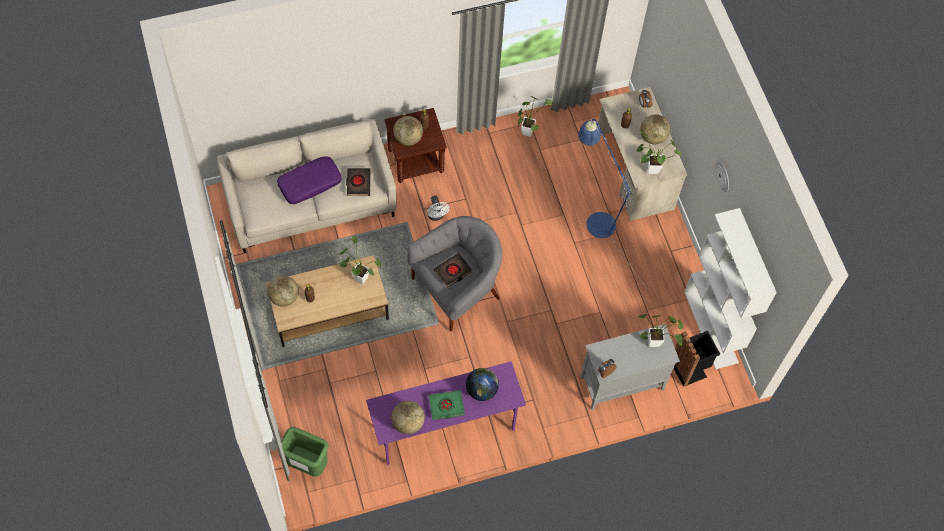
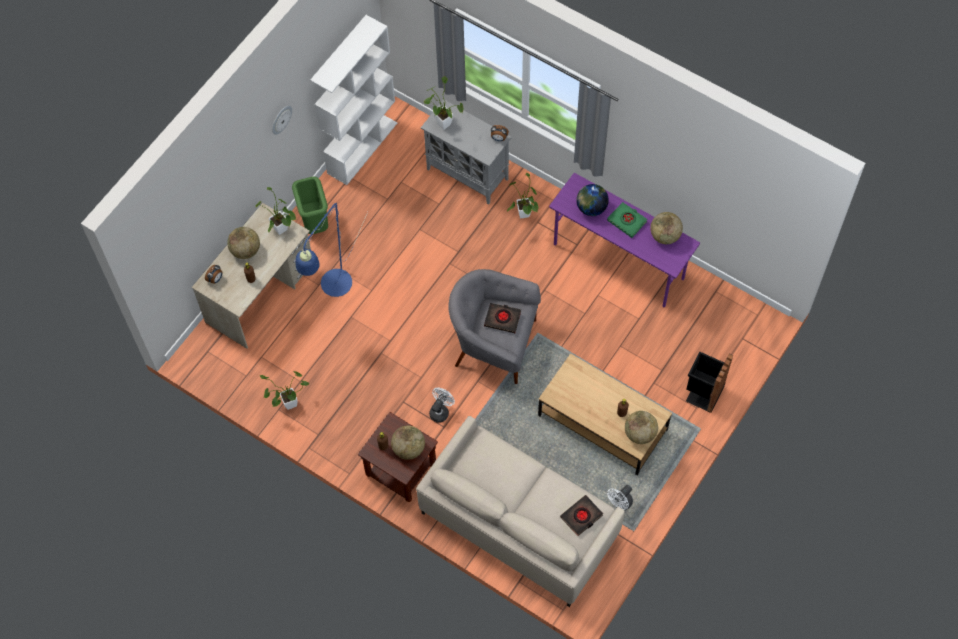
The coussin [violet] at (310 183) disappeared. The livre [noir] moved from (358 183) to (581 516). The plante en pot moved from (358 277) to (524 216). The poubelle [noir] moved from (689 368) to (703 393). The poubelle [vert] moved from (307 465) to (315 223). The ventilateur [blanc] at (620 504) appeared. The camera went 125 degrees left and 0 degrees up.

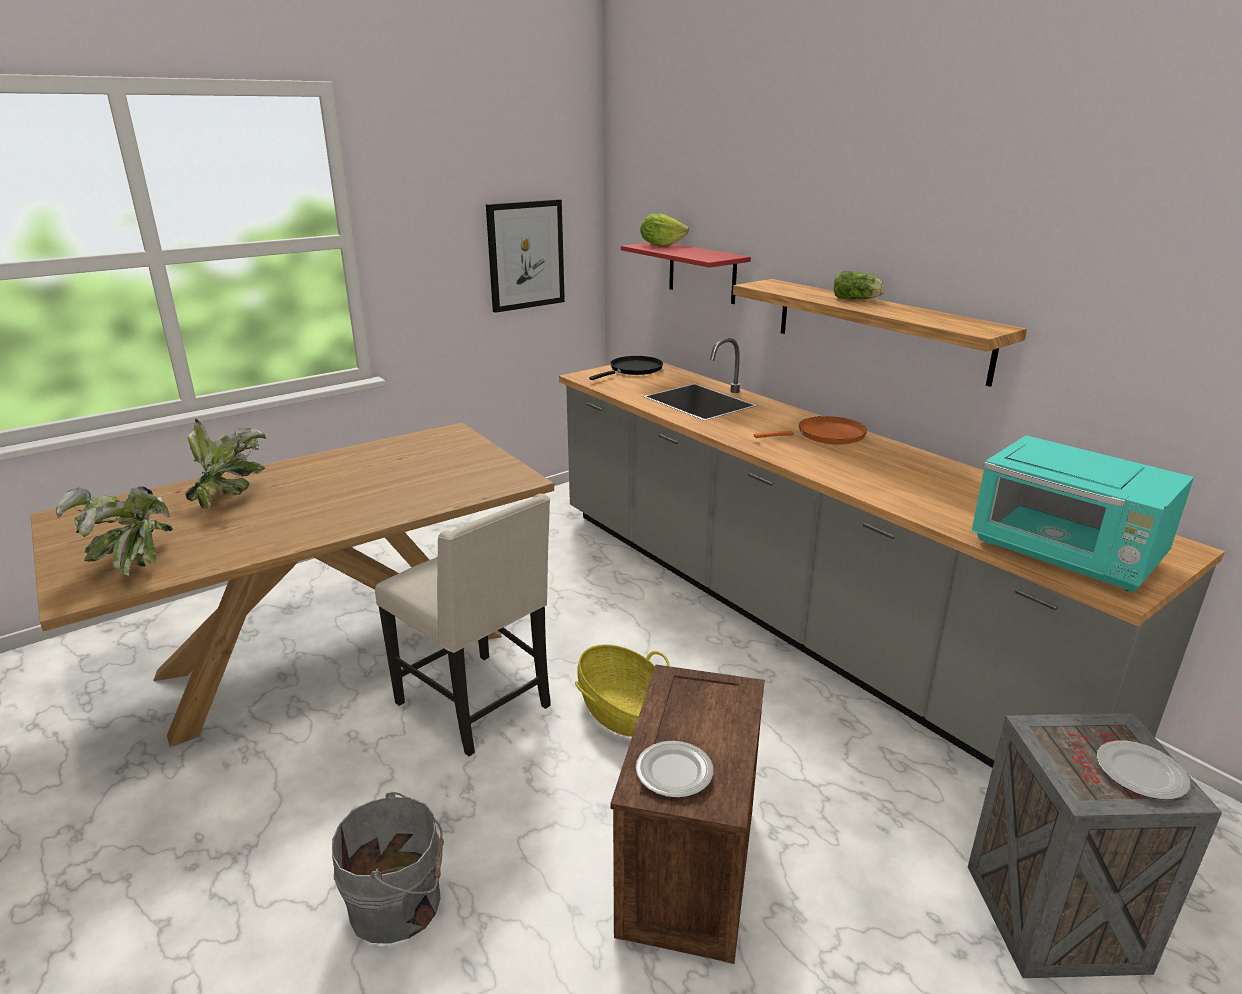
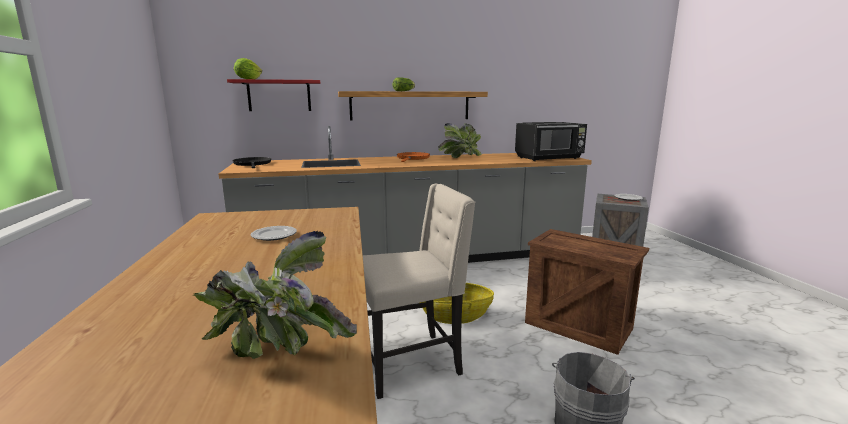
The tableau at (525 255) disappeared. The plante en pot moved from (231 496) to (460 157). The micro-ondes [turquoise] at (1066 555) became the micro-ondes [noir] at (549 158). The assiette moved from (675 772) to (274 235). The camera went 65 degrees left and 10 degrees down.

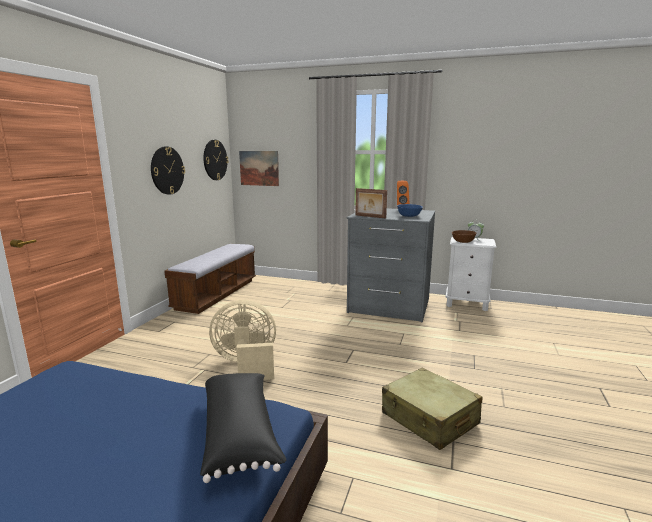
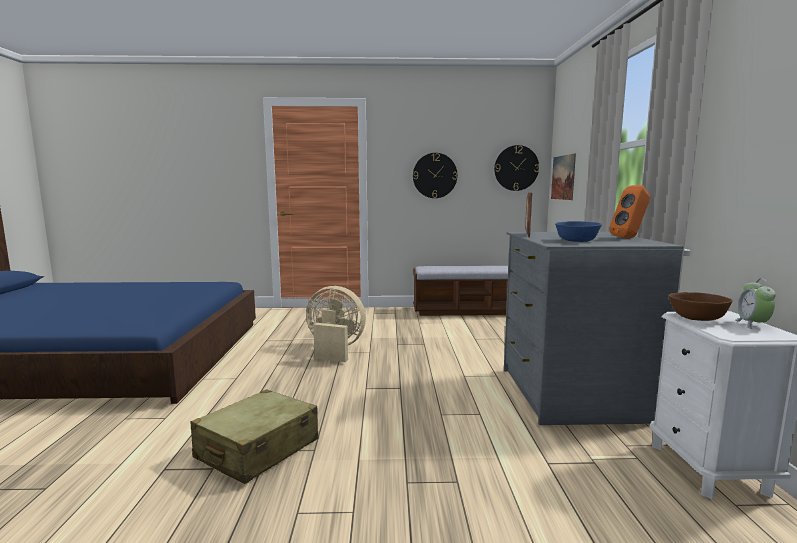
The ventilateur [beige] at (246 365) turned 45 degrees counterclockwise. The coussin [noir] at (240 434) disappeared. The camera went 70 degrees right and 5 degrees down.

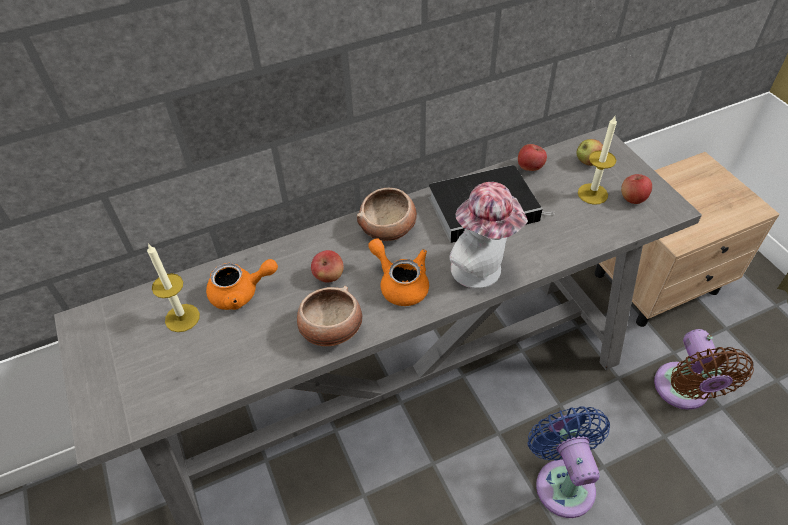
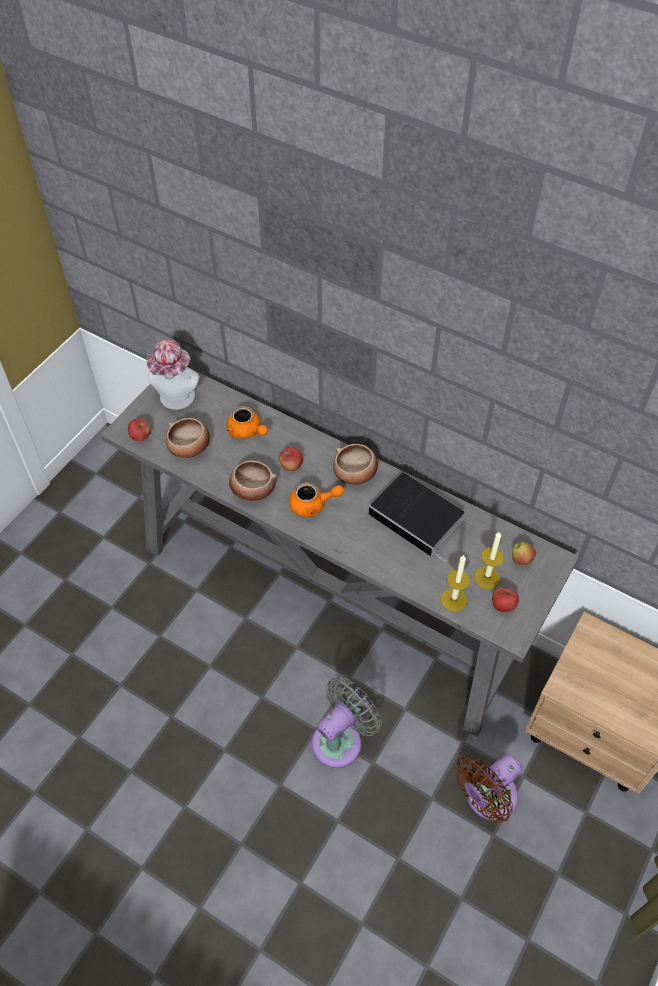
The pomme moved from (530 167) to (140 436). The chapeau moved from (482 272) to (176 400). The théière [orange] at (400 283) turned 75 degrees clockwise. The bougie moved from (182 318) to (453 600). The ventilateur [bleu] at (563 481) became the ventilateur [gris] at (341 739). The bol at (189 448) appeared. The camera went 55 degrees right and 5 degrees up.

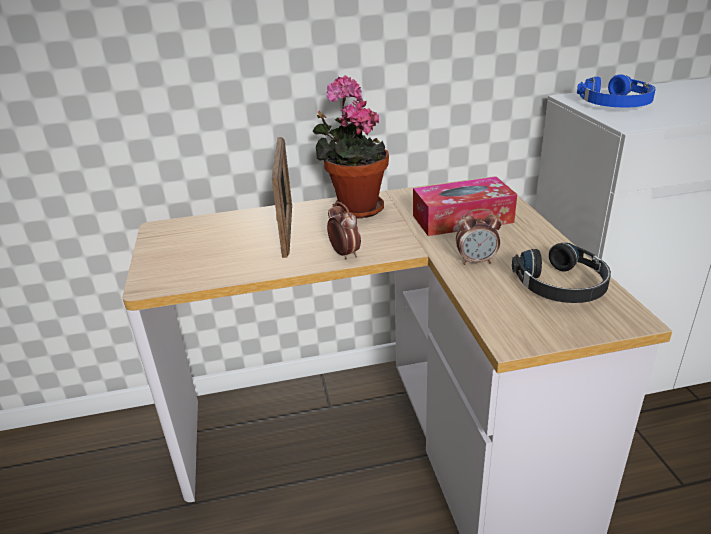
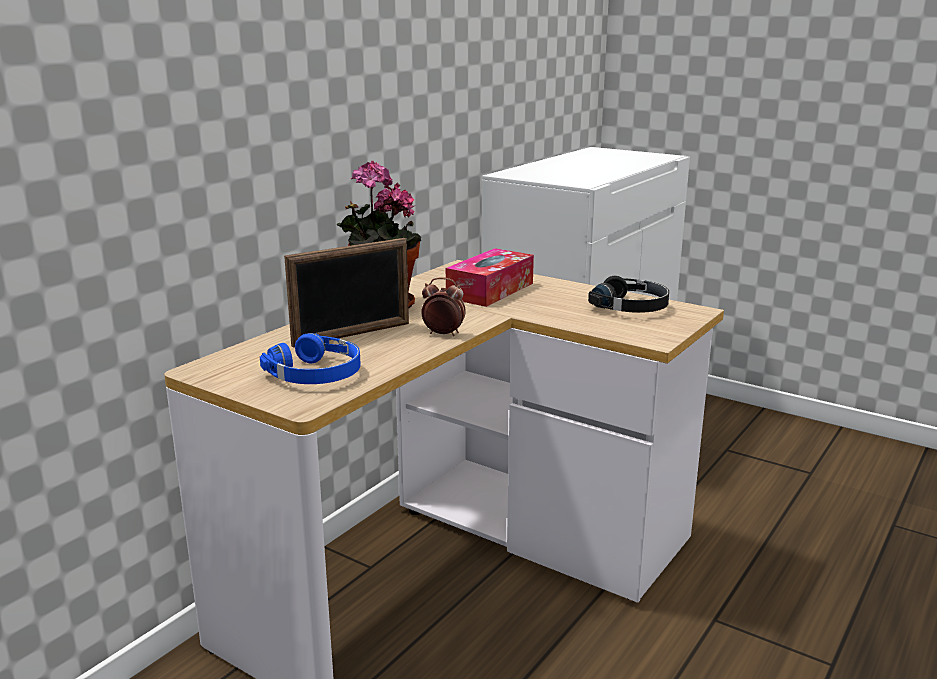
The casque audio [bleu] moved from (616 104) to (316 374). The cadre photo at (287 230) turned 105 degrees clockwise. The réveil at (476 261) disappeared. The camera went 45 degrees left and 10 degrees down.

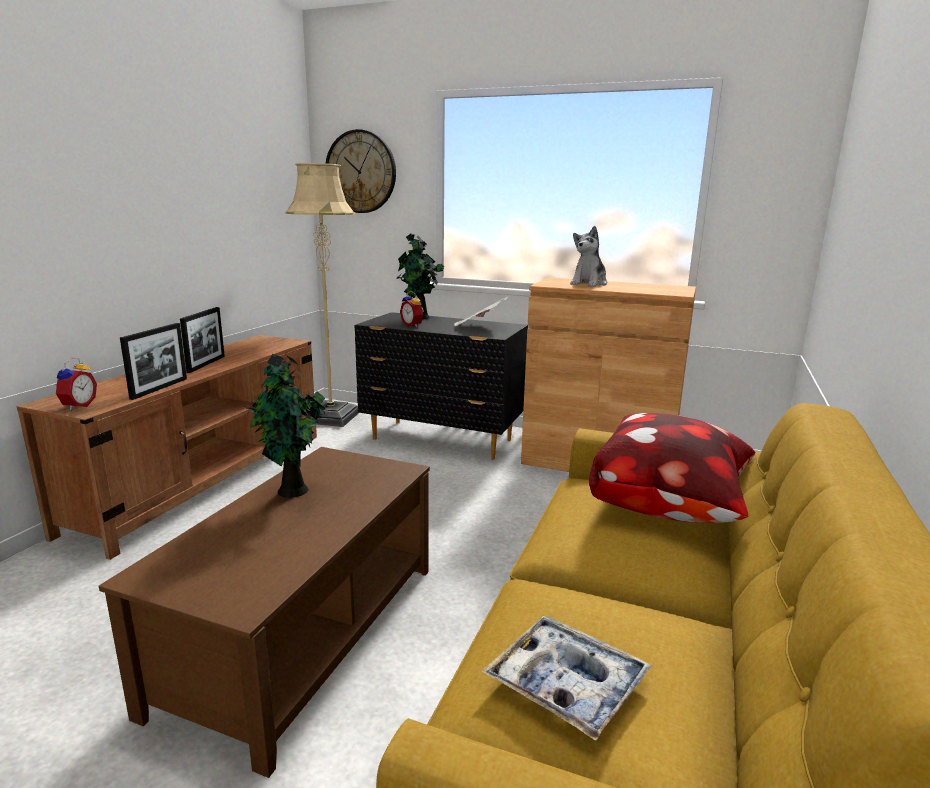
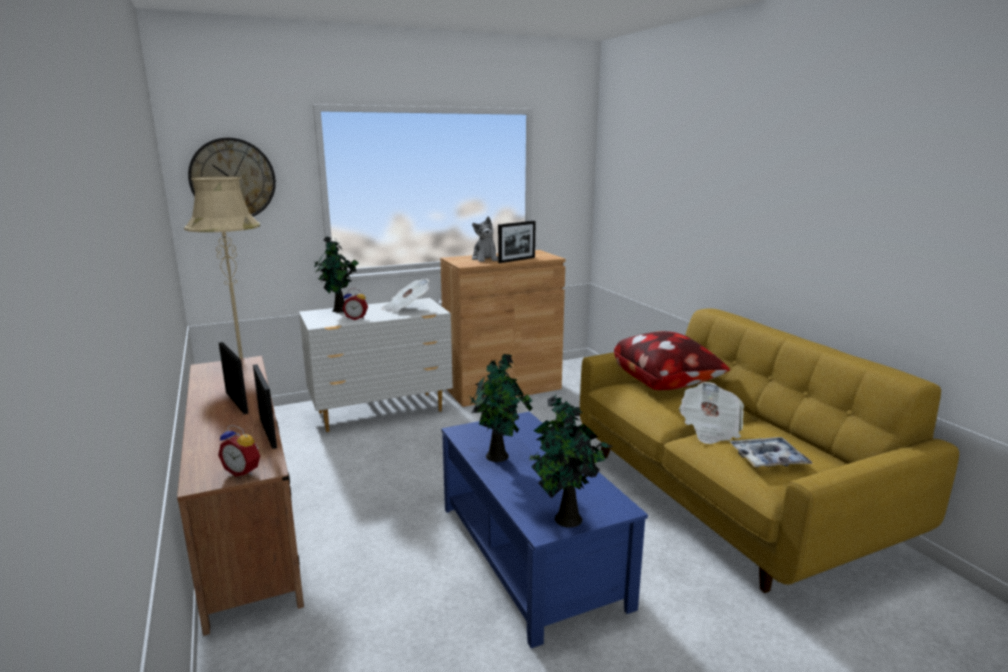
The commode [noir] at (442 440) became the commode [blanc] at (382 412). The réveil at (77 406) turned 150 degrees clockwise. The table basse [marron] at (305 635) became the table basse [bleu] at (531 554). The cadre photo at (516 260) appeared. The journal at (709 429) appeared. The plante en pot at (565 519) appeared. The camera went 45 degrees left and 0 degrees up.

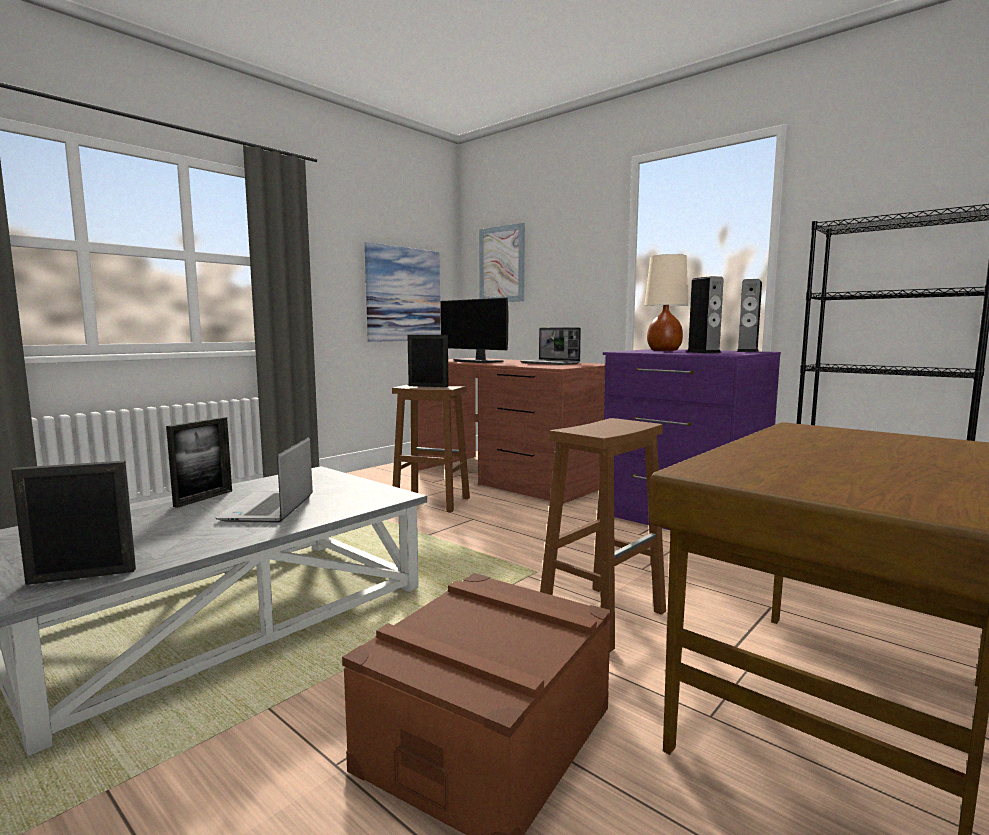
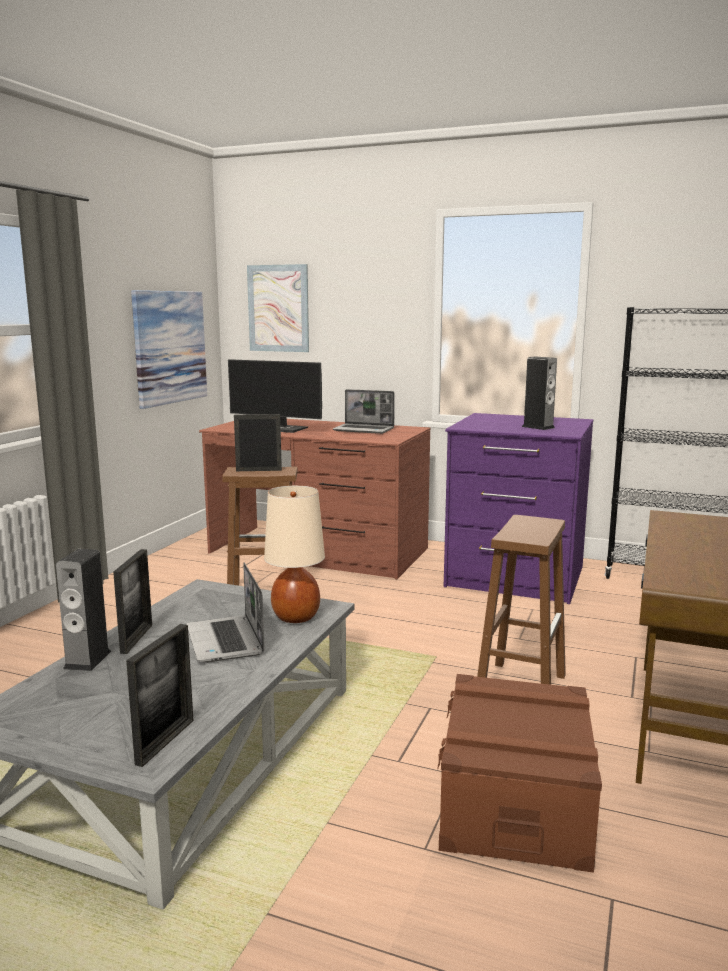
The lampe de table [beige] moved from (664 351) to (296 617). The enceinte moved from (747 351) to (87 660). The cadre photo at (82 576) turned 150 degrees clockwise. The camera went 20 degrees left and 5 degrees up.

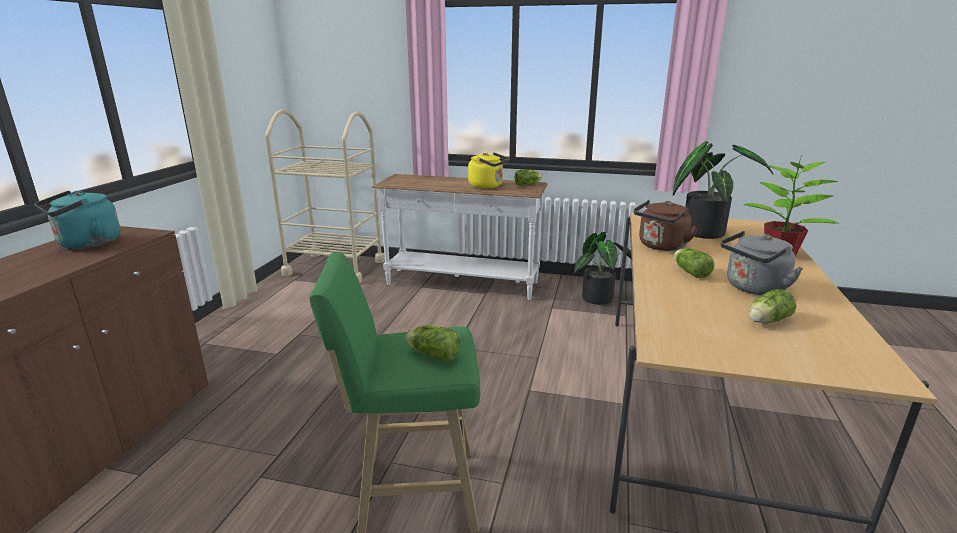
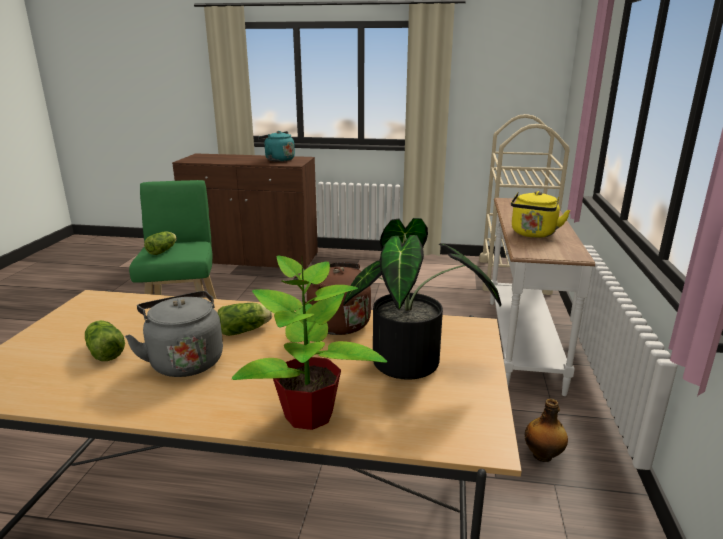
The laitue at (528 184) disappeared. The plante en pot at (601 299) was replaced by the bouteille at (543 455). The camera went 85 degrees right and 0 degrees up.

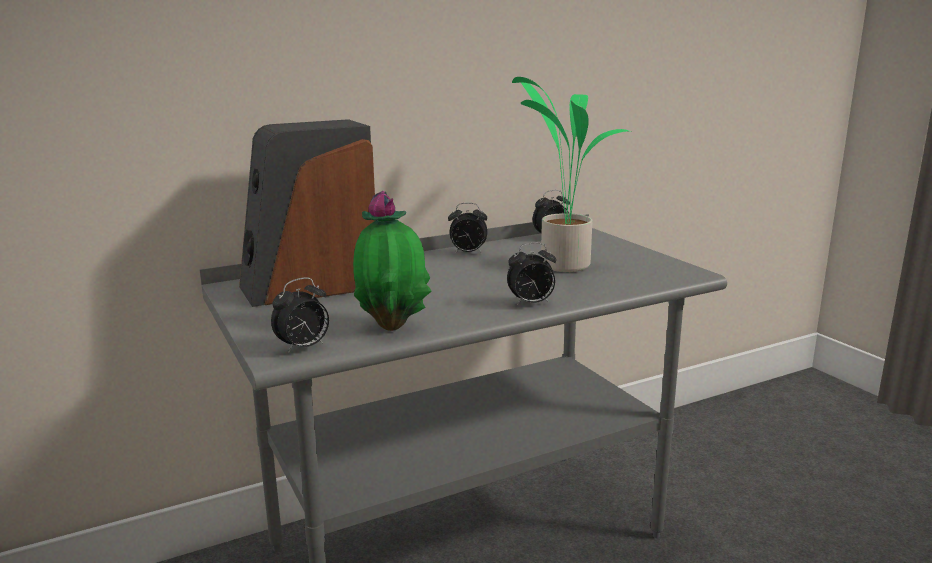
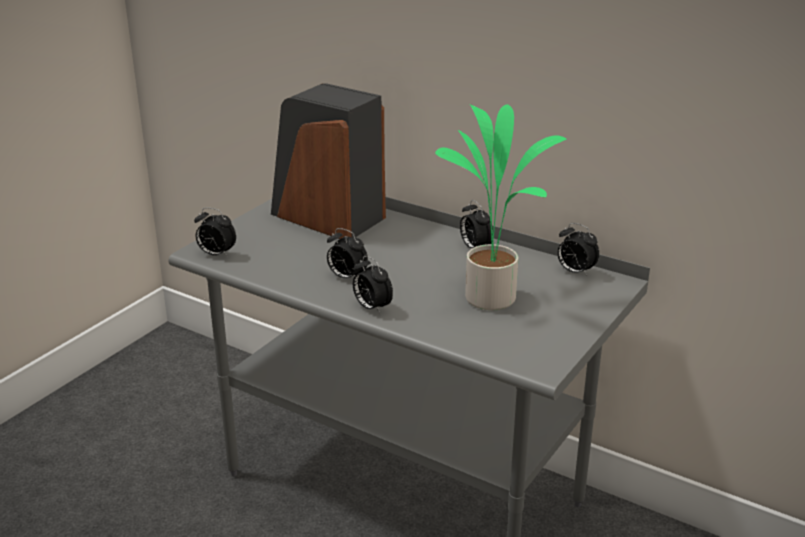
The plante en pot at (393 326) disappeared. The réveil at (346 277) appeared. The camera went 60 degrees right and 10 degrees up.

